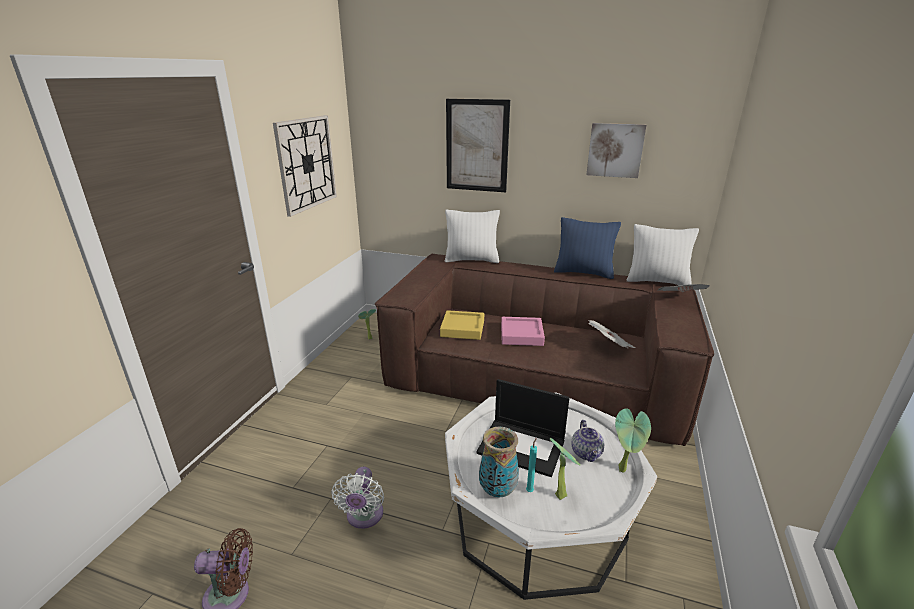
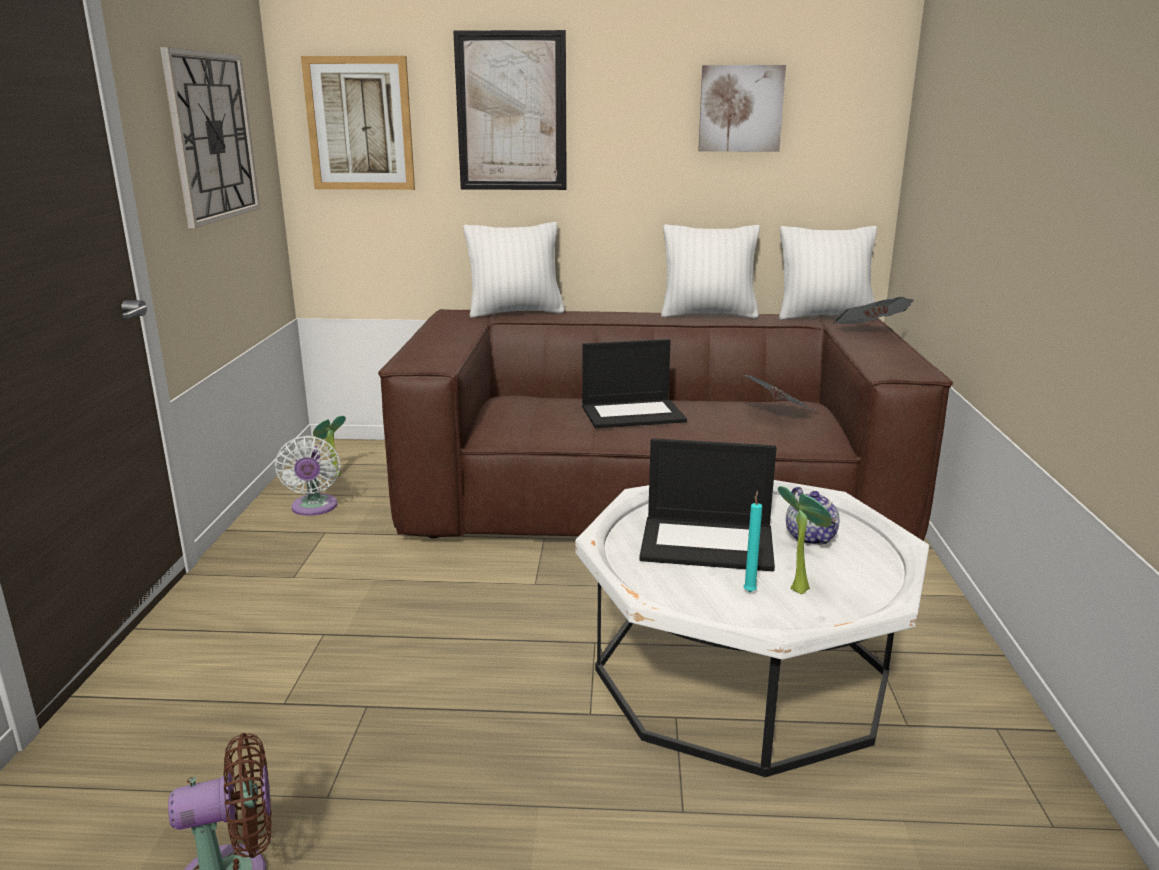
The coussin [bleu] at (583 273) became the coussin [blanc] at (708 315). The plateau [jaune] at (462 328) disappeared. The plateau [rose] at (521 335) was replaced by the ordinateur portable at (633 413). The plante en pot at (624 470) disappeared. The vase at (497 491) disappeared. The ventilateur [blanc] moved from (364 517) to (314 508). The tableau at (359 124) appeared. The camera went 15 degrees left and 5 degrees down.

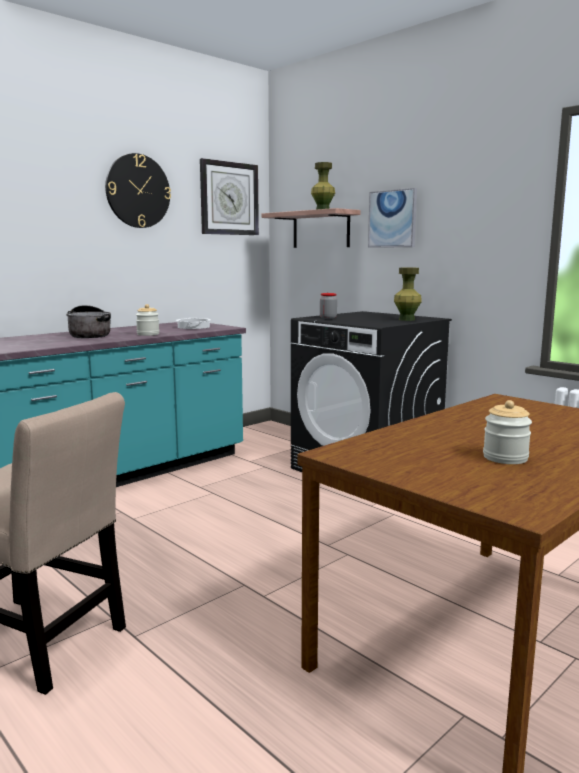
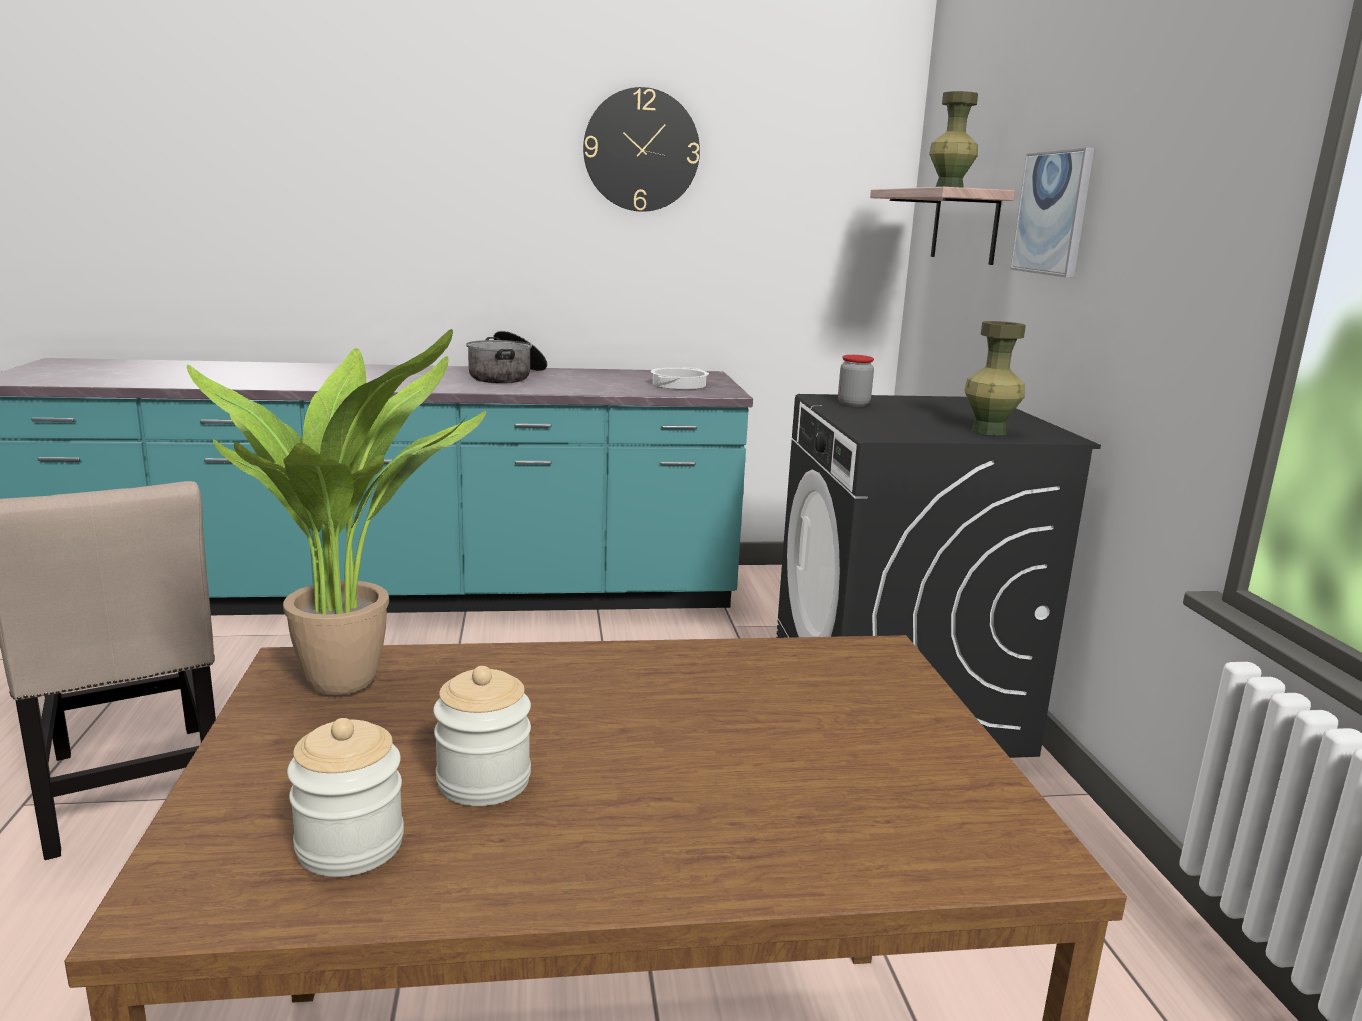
The horloge murale at (229 198) disappeared. The bocal moved from (148 334) to (350 846). The plante en pot at (353 679) appeared. The camera went 35 degrees right and 5 degrees up.

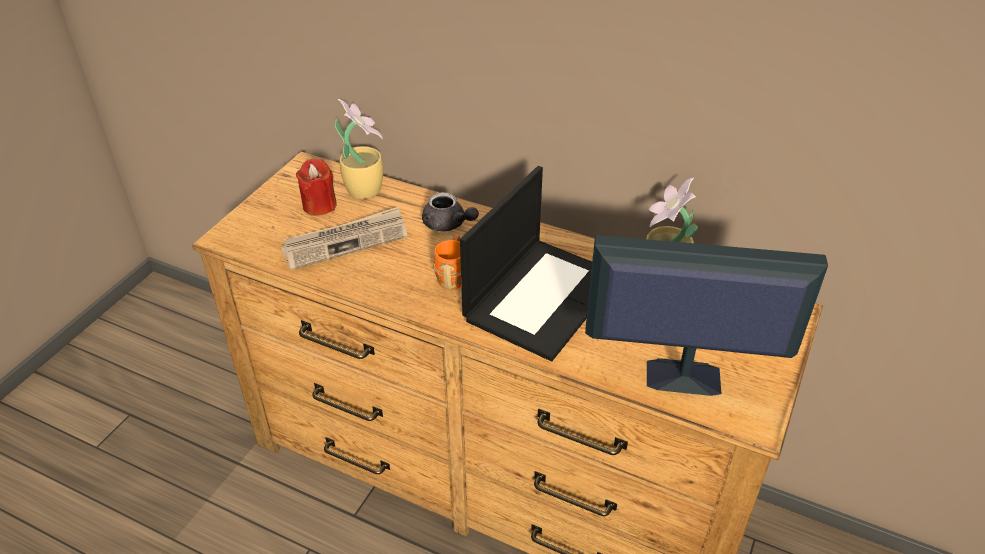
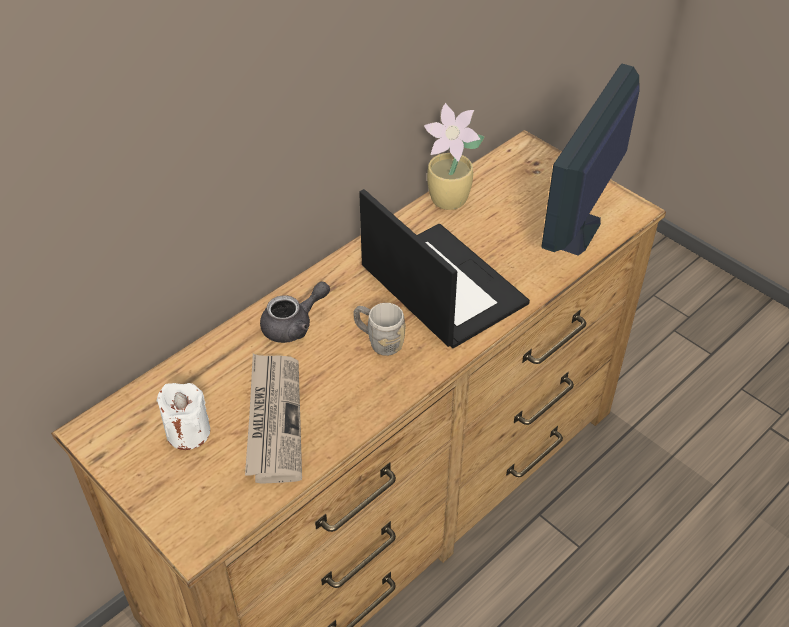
The plante en pot at (364 189) disappeared. The bougie [rouge] at (319 205) became the bougie [blanc] at (188 432). The mug [orange] at (453 275) became the mug [gris] at (379 341). The camera went 70 degrees left and 5 degrees up.

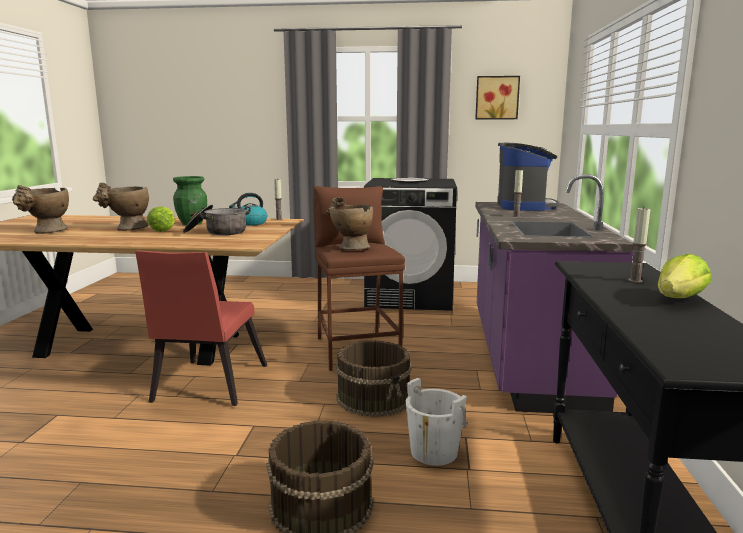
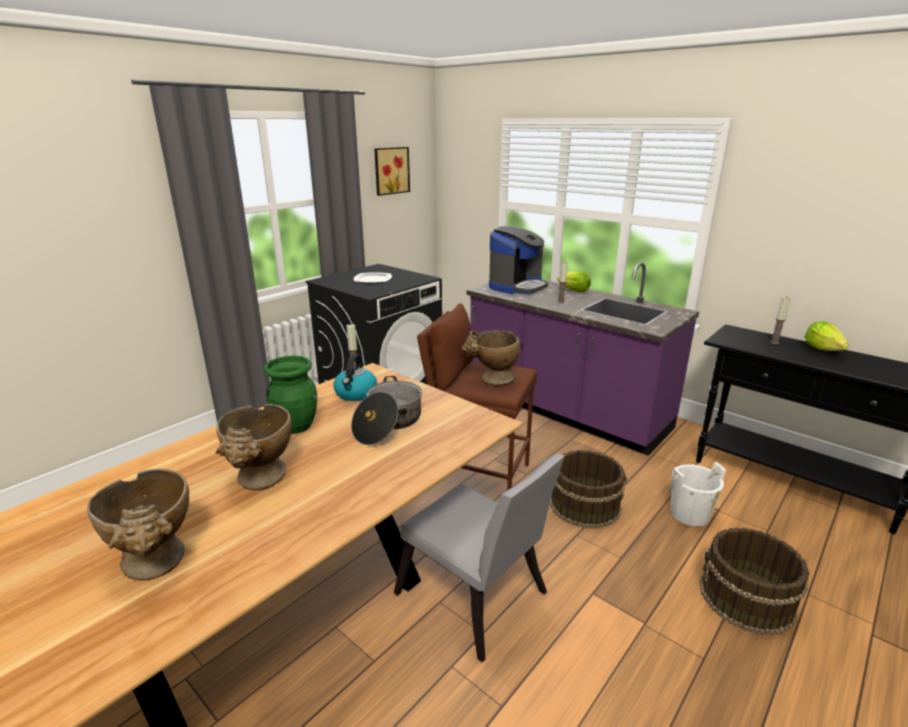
The machine à café at (525 206) turned 90 degrees clockwise. The laitue moved from (163 230) to (574 291). The chaise [rouge] at (206 386) became the chaise [gris] at (476 600). The camera went 55 degrees left and 10 degrees up.

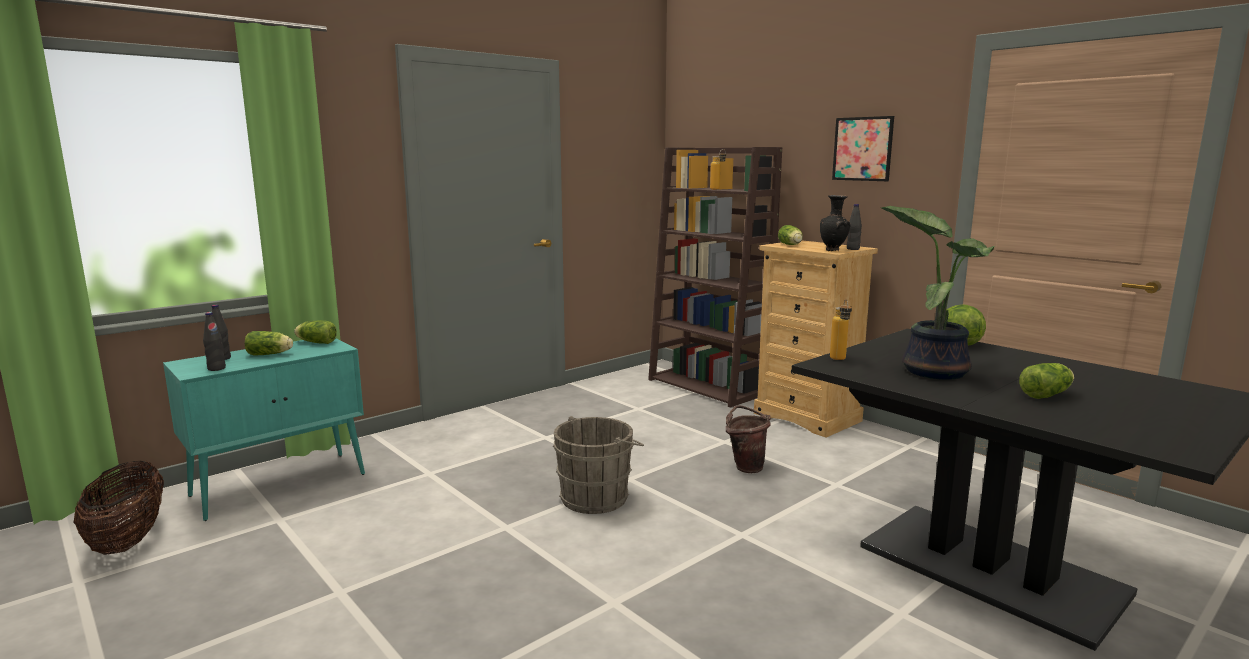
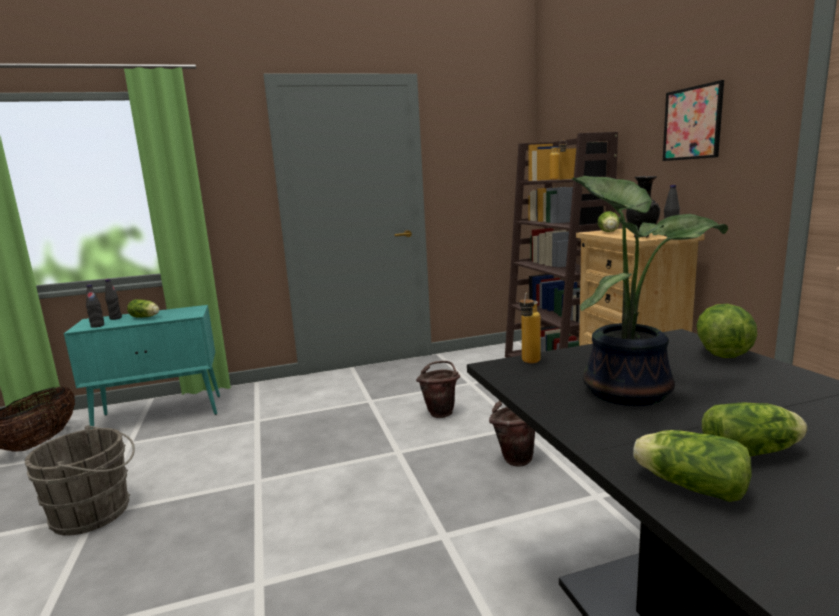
The laitue moved from (315 342) to (687 485). The seau [gris] moved from (598 497) to (96 512). The seau [marron] at (441 412) appeared. The camera went 25 degrees right and 0 degrees up.

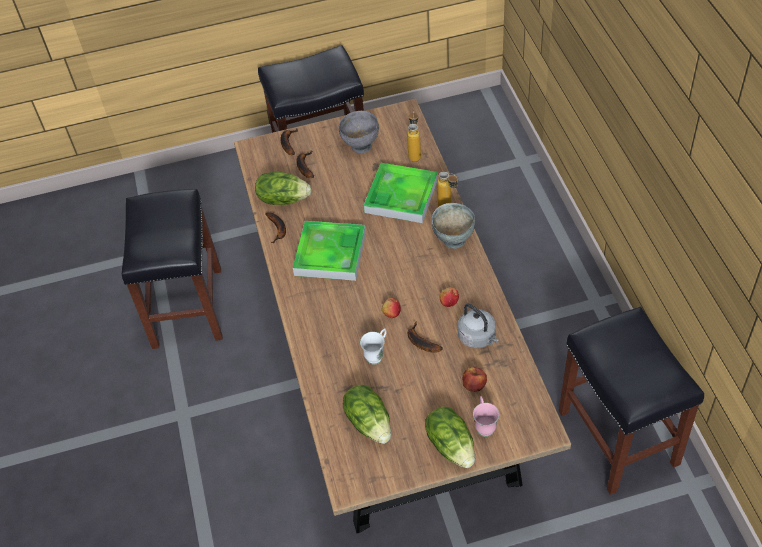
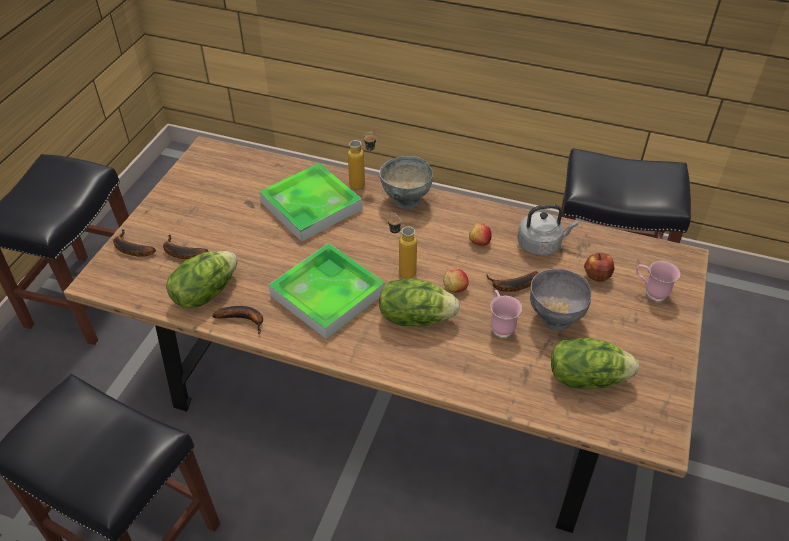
The bouteille moved from (415 154) to (401 269). The bol [gris] moved from (360 146) to (554 319). The mug [blanc] at (377 354) became the mug [rose] at (500 326). The laitue moved from (451 445) to (415 317). The camera went 60 degrees left and 5 degrees down.

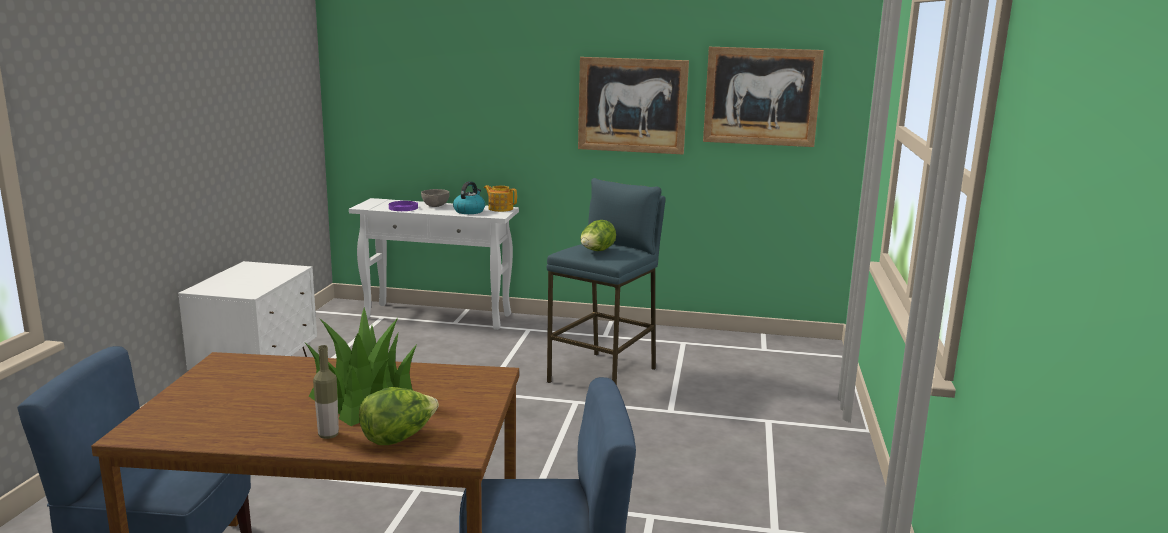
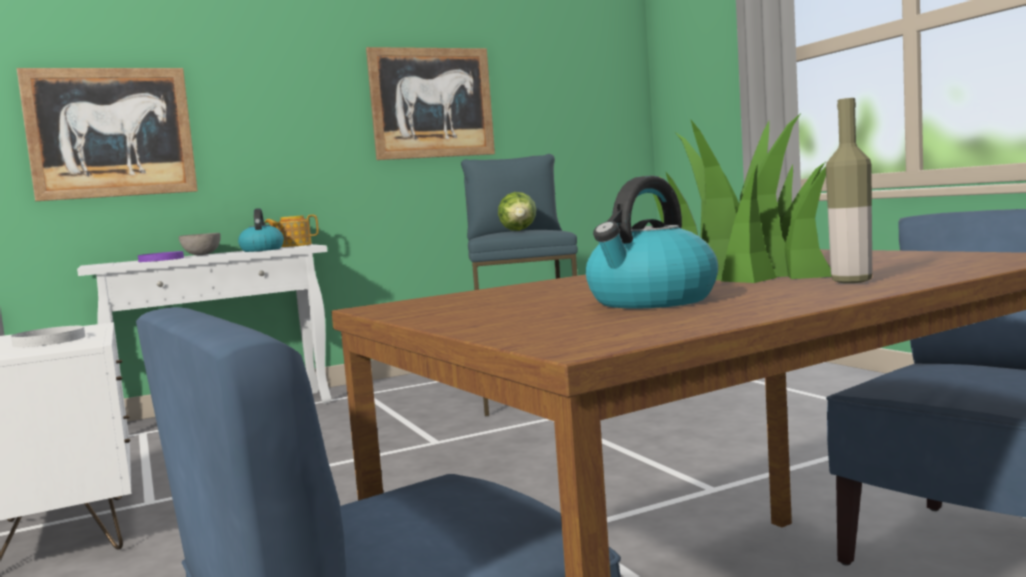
The tableau moved from (761 96) to (111 133). The laitue at (398 438) disappeared. The bouilloire at (651 301) appeared. The assiette [blanc] at (49 341) appeared. The camera went 35 degrees left and 10 degrees down.

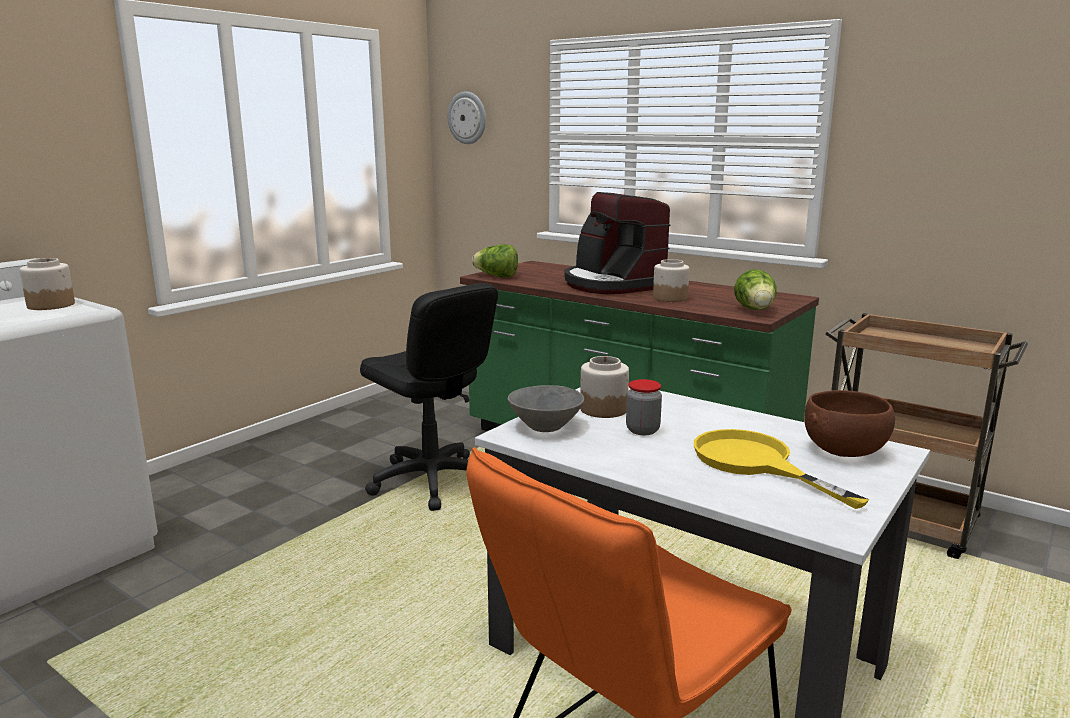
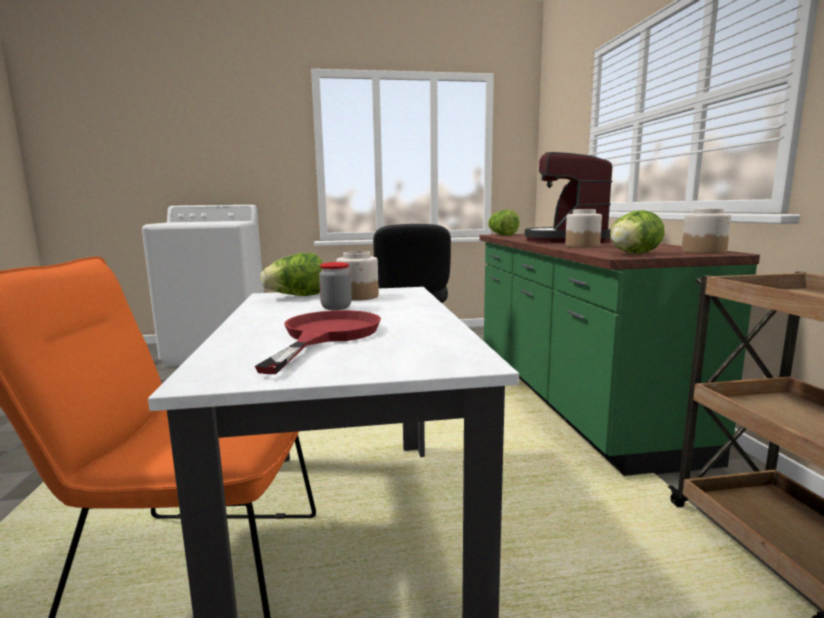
The horloge murale at (467 118) disappeared. The bocal moved from (51 305) to (703 252). The bol [gris] at (547 427) was replaced by the laitue at (297 296). The bol [marron] at (845 451) disappeared. The poêle [jaune] at (755 463) became the poêle [rouge] at (326 335). The camera went 45 degrees right and 5 degrees down.

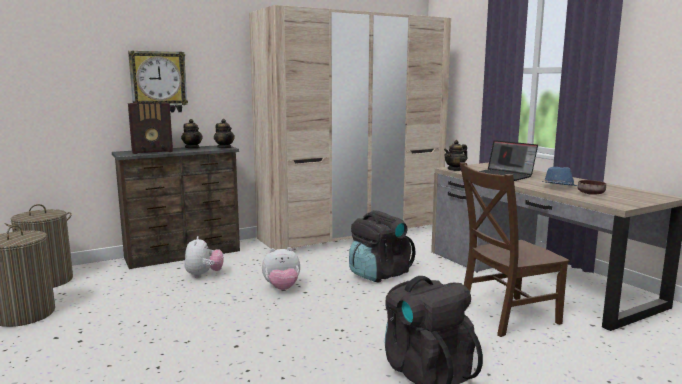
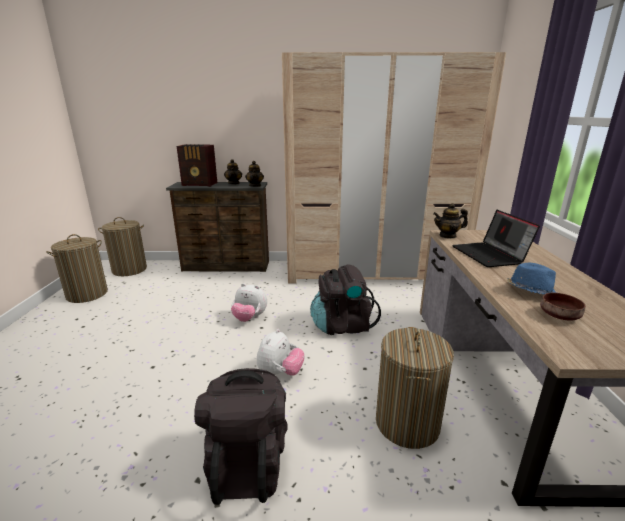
The horloge murale at (158 82) disappeared. The chaise [marron] at (505 316) was replaced by the panier à linge at (407 423). The peluche moved from (204 275) to (280 373). The camera went 30 degrees right and 10 degrees up.

